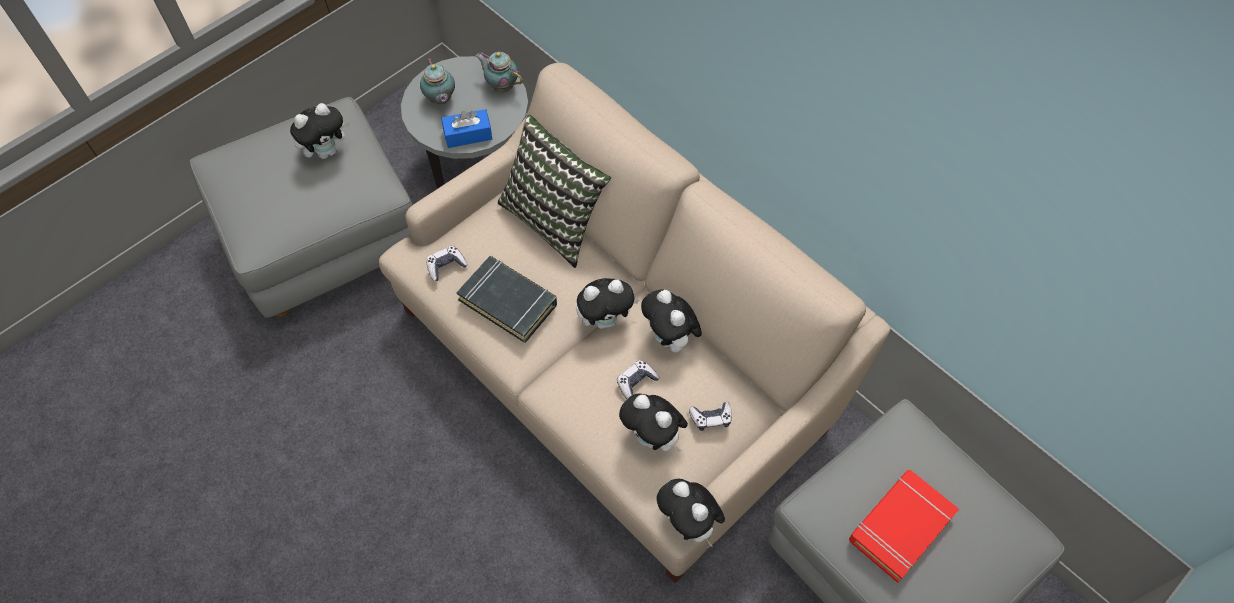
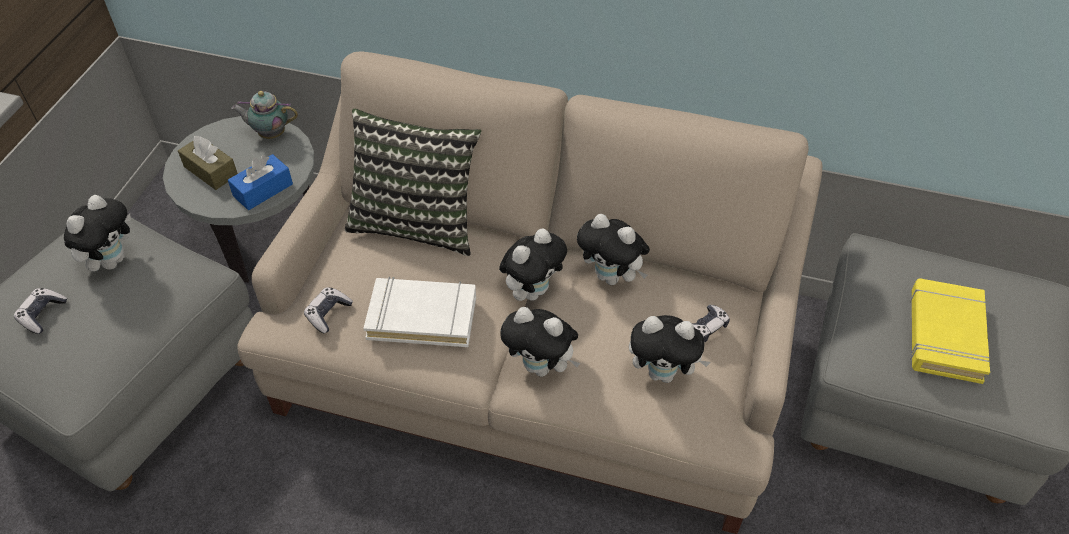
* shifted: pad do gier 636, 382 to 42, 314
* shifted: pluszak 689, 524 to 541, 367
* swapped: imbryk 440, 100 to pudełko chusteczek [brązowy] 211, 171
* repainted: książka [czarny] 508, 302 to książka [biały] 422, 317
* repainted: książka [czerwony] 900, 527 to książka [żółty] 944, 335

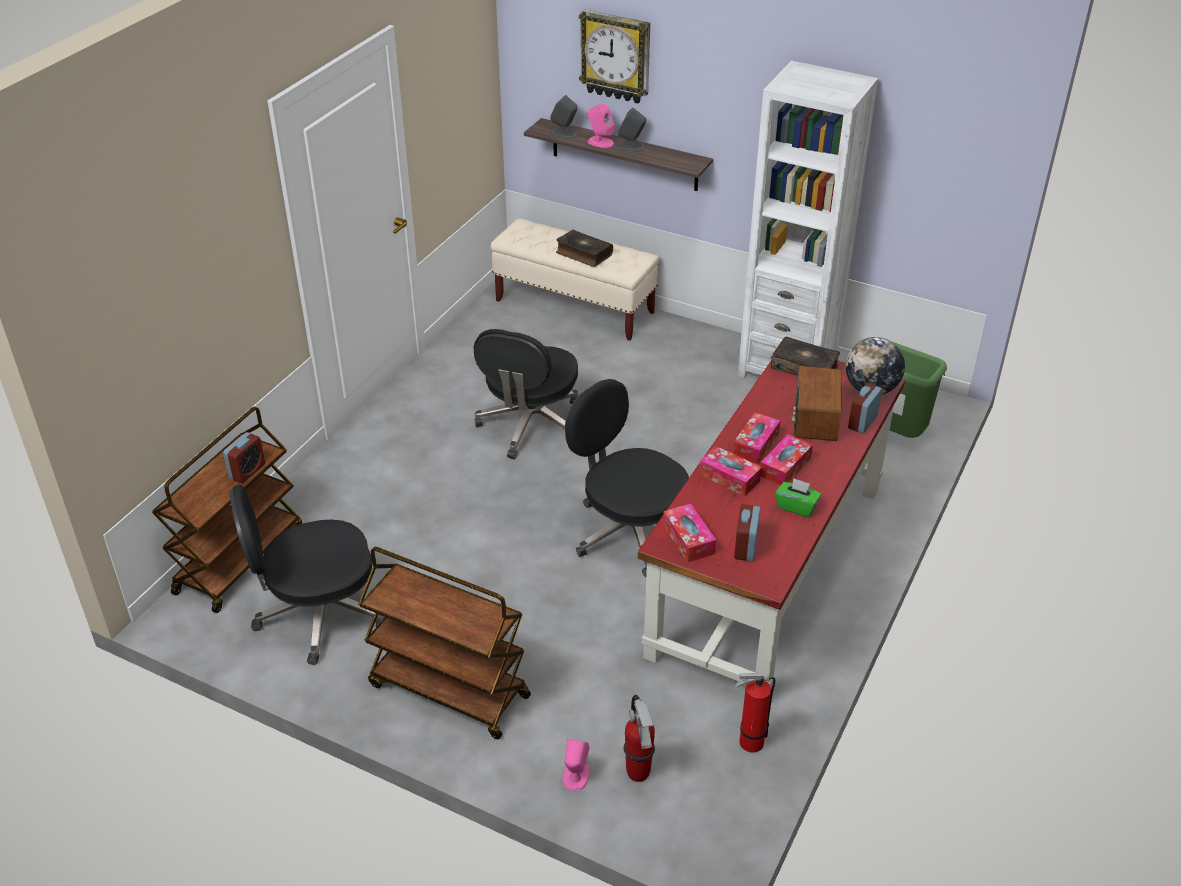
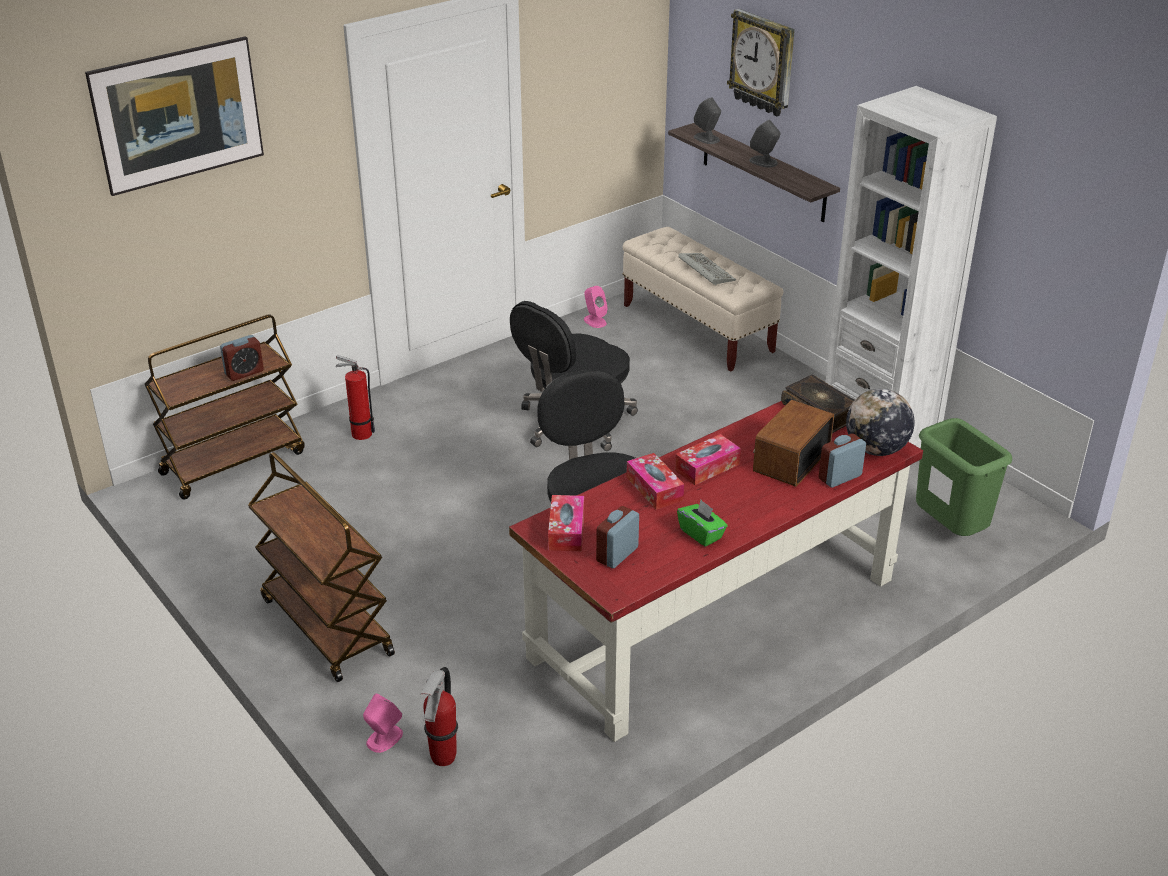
* gone: krzesło biurowe [czarny] 318, 614
* gone: pudełko chusteczek 785, 467
* new: obraz 183, 144
* shifted: głośnik [różowy] 600, 142 to 594, 321
* shifted: gaśnica 748, 743 to 359, 433
* swapped: książka 583, 254 to klawiatura 704, 270

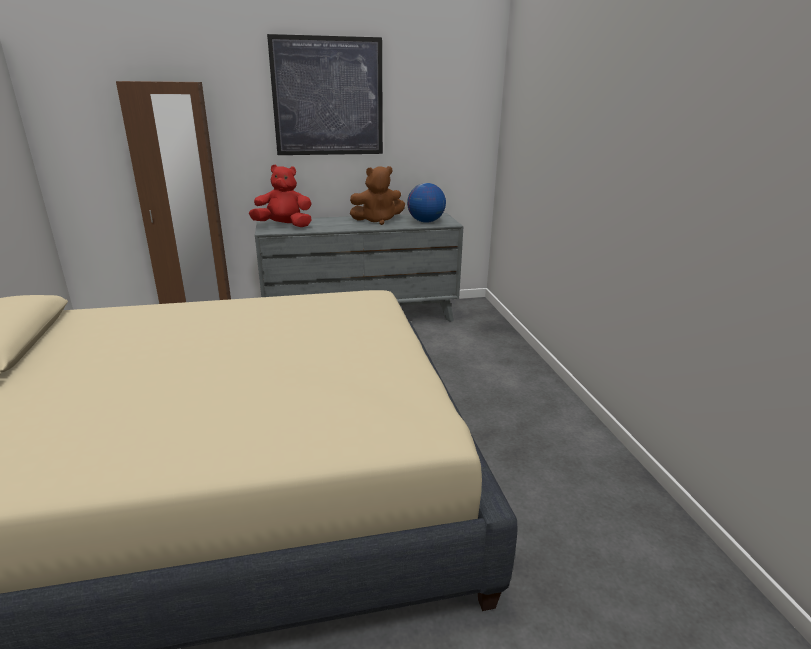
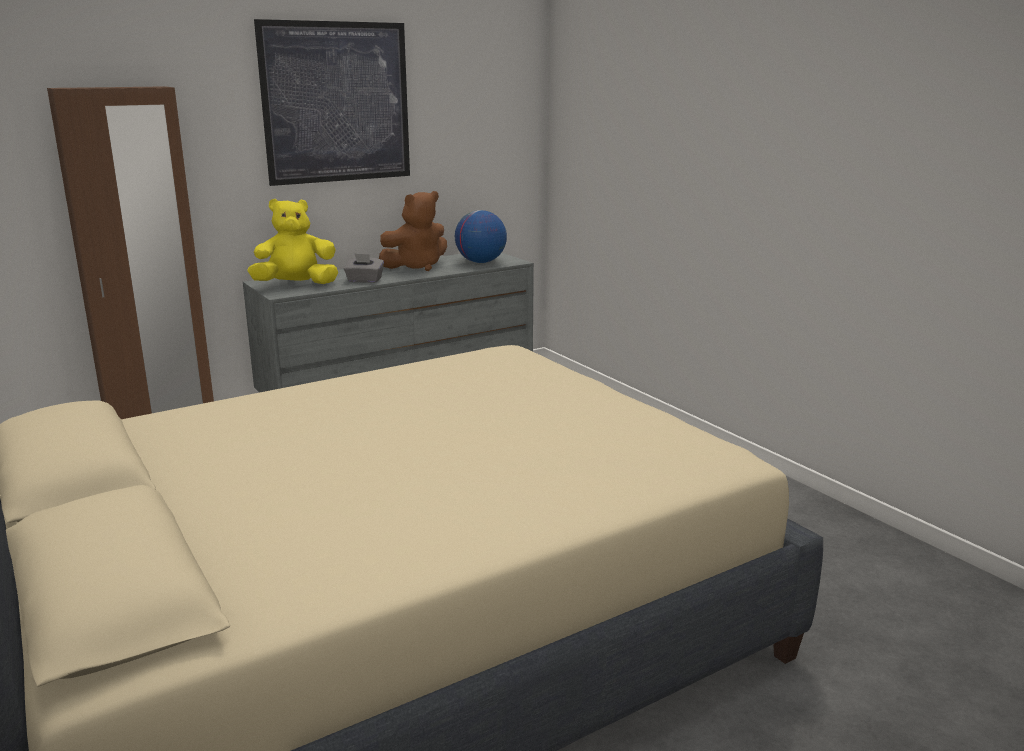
* new: pudełko chusteczek [szary] 364, 280
* repainted: pluszak [czerwony] 284, 226 to pluszak [żółty] 296, 285

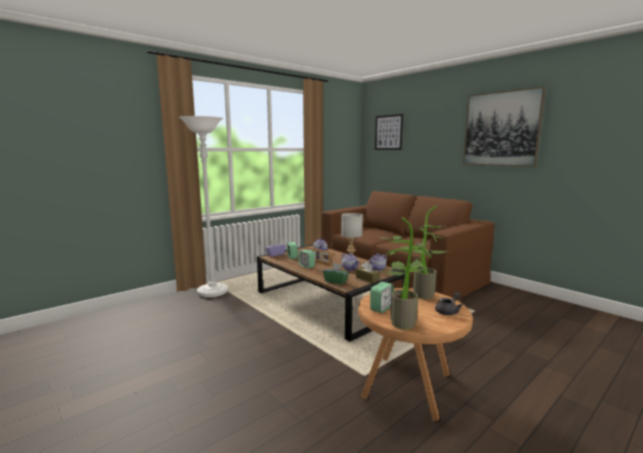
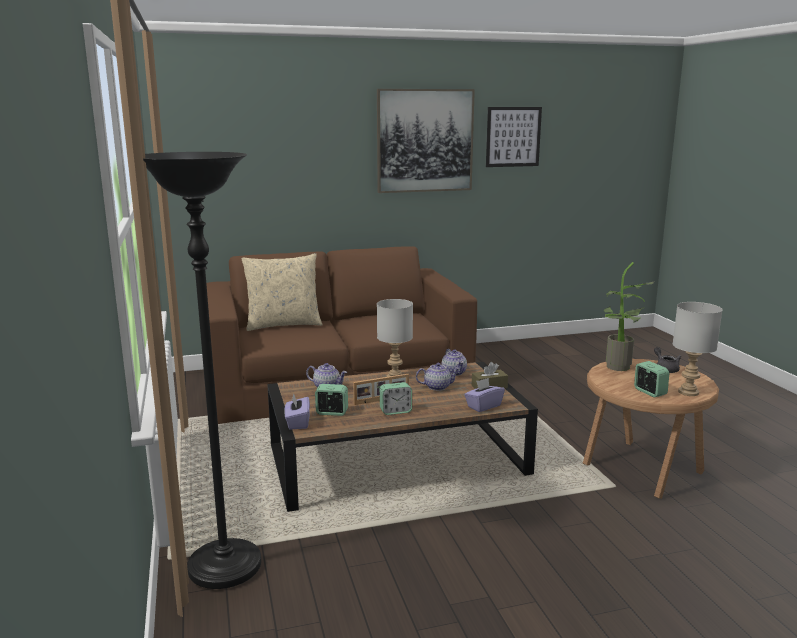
* new: poduszka [beżowy] 283, 324
* shifted: obraz 388, 132 to 513, 137
* swapped: roślina doniczkowa 402, 322 to lampa stołowa [szary] 687, 392
* repainted: lampa stojąca [biały] 212, 292 to lampa stojąca [czarny] 225, 567
* repainted: pudełko chusteczek [zielony] 335, 281 to pudełko chusteczek [fioletowy] 483, 406

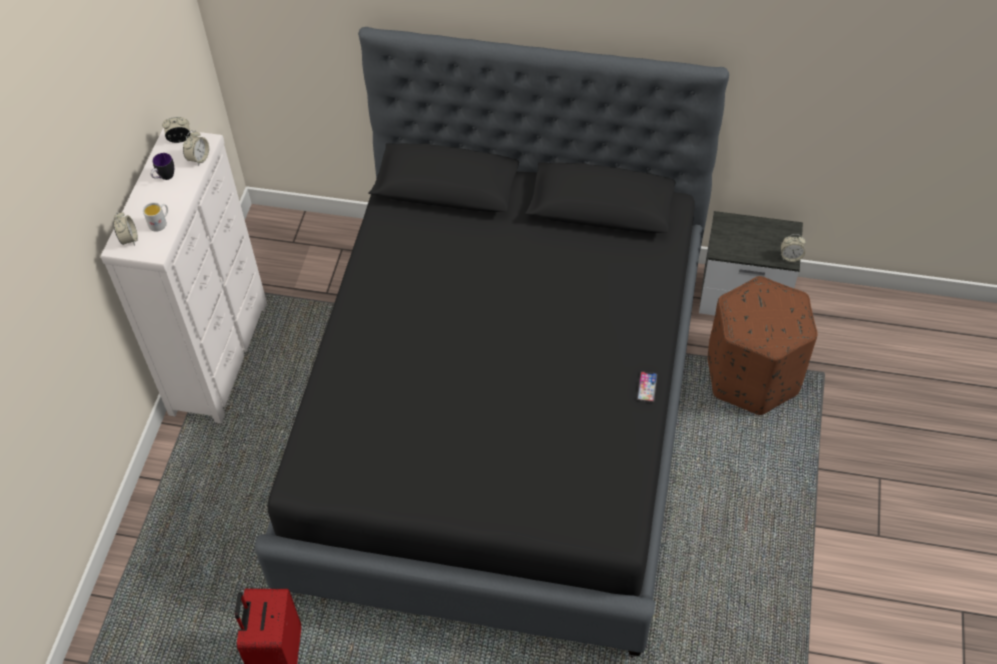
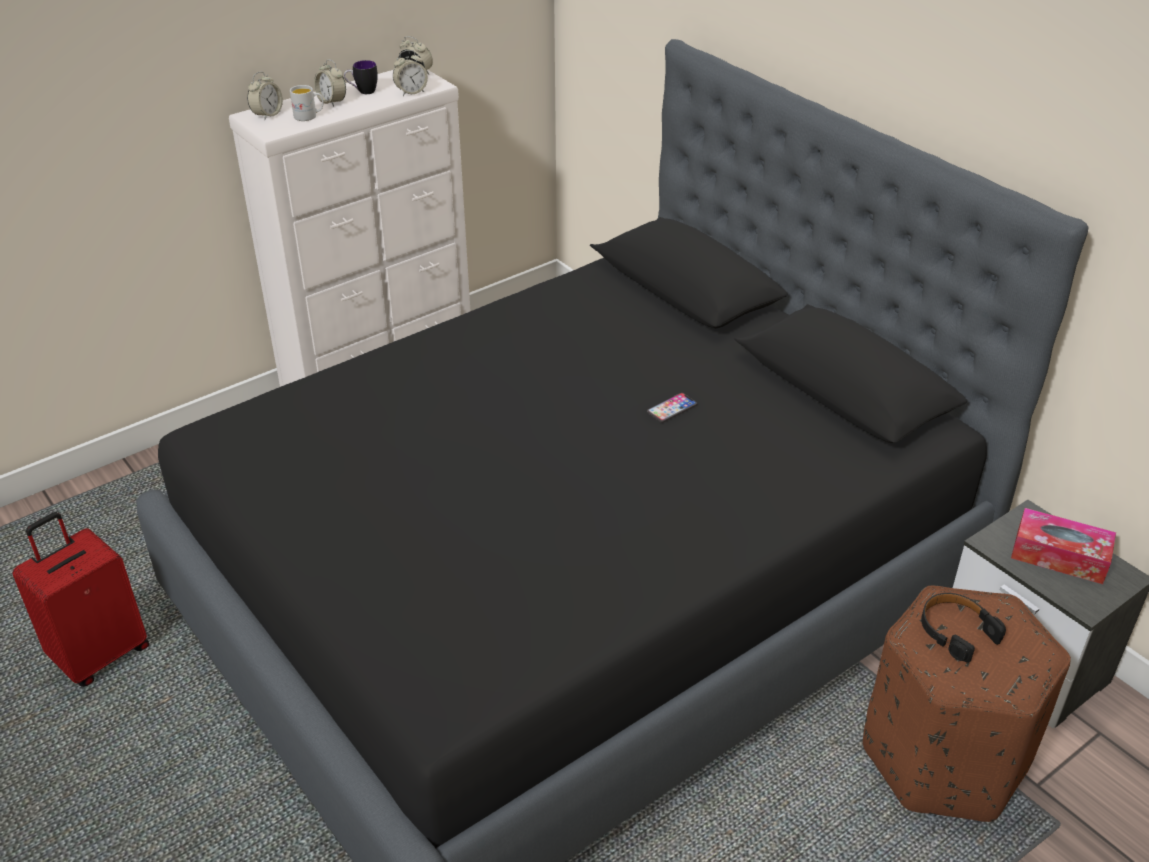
* new: słuchawki [czarny] 956, 631
* new: pudełko chusteczek 1059, 556
* shifted: telefon 647, 387 to 672, 408
* shifted: budzik 790, 257 to 332, 102

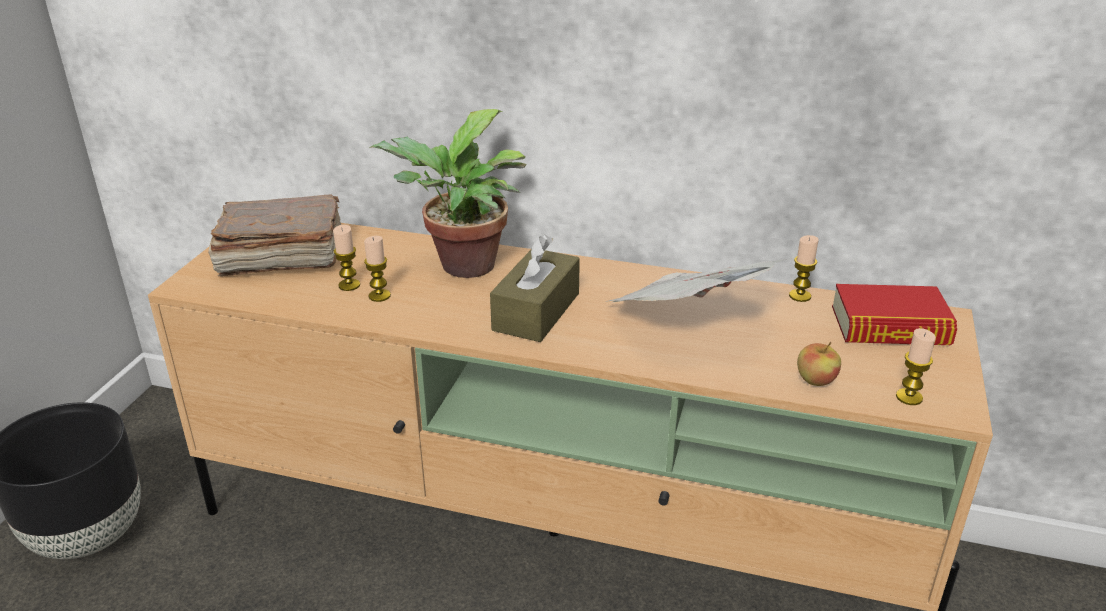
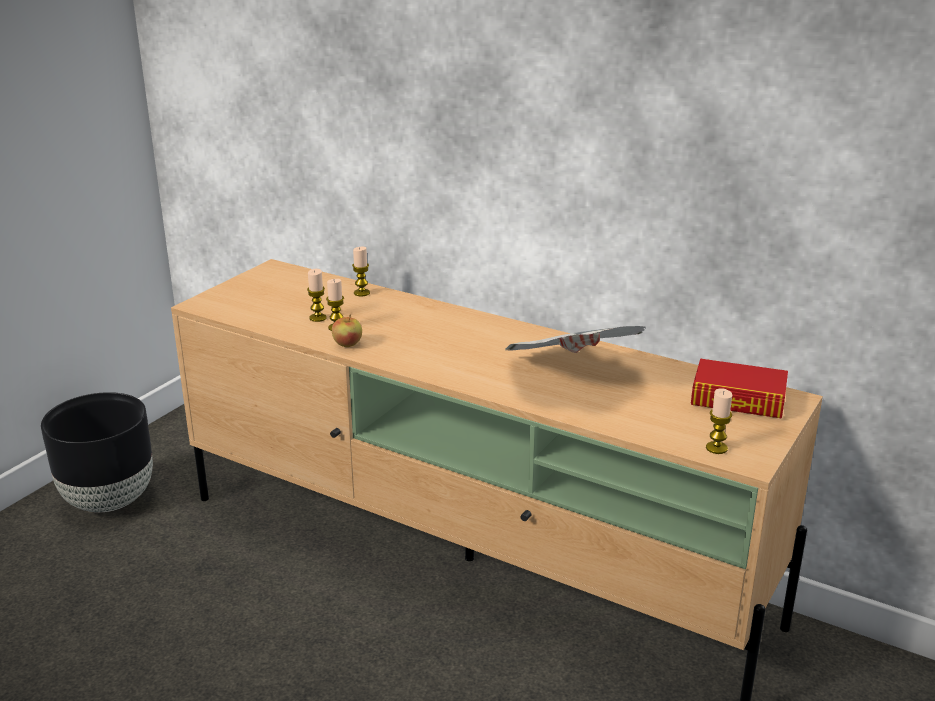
* gone: książka [brązowy] 280, 257
* gone: roślina doniczkowa 462, 268
* gone: pudełko chusteczek [brązowy] 536, 312
* shifted: świeca 800, 296 to 361, 293
* shifted: jabłko 815, 380 to 347, 344

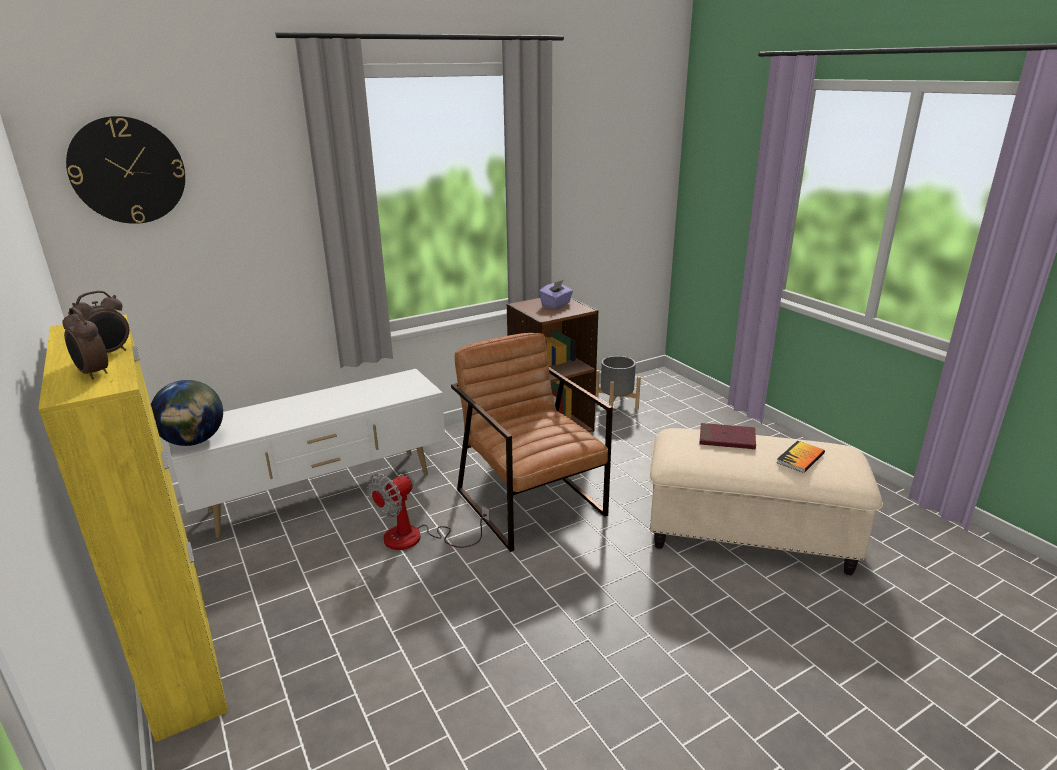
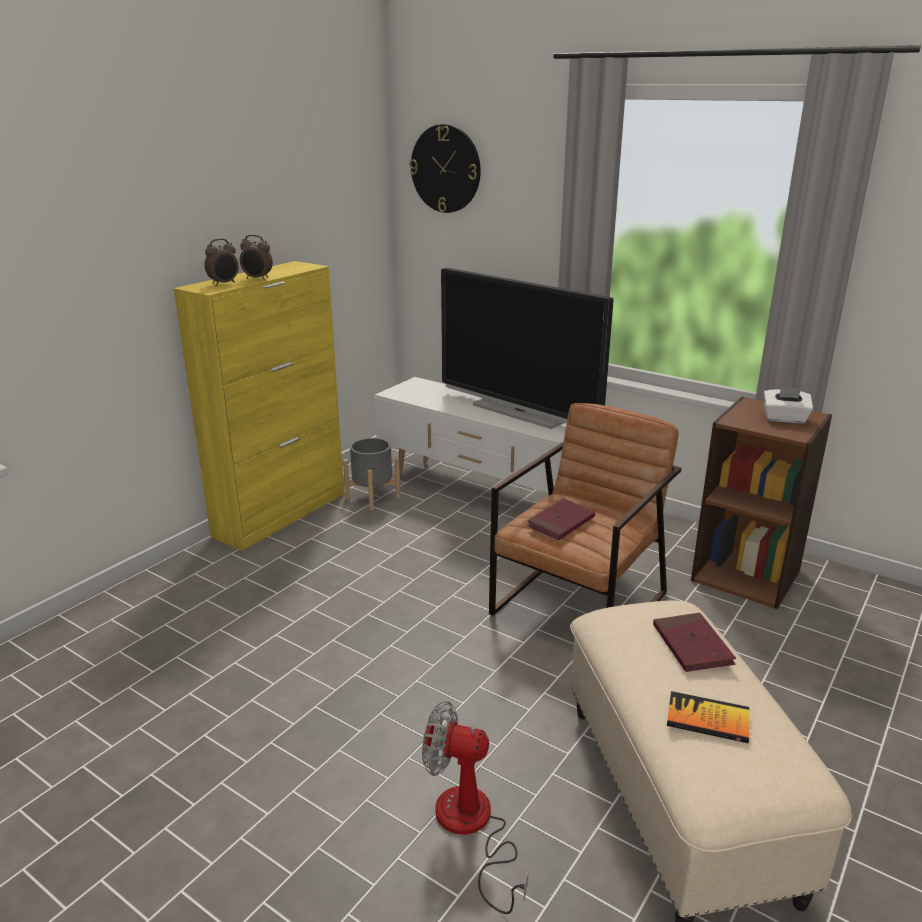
* gone: globus 194, 441
* new: telewizor 520, 412
* new: książka [czerwony] 561, 522
* shifted: wentylator 416, 538 to 471, 828
* shifted: donica [szary] 616, 406 to 372, 498
* repainted: pudełko chusteczek [fioletowy] 556, 304 to pudełko chusteczek [biały] 784, 419
* rotated: budzik 93, 374 = 224, 283 150 degrees counterclockwise

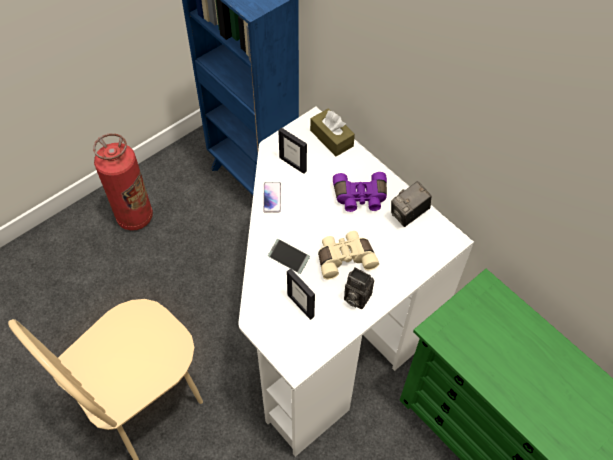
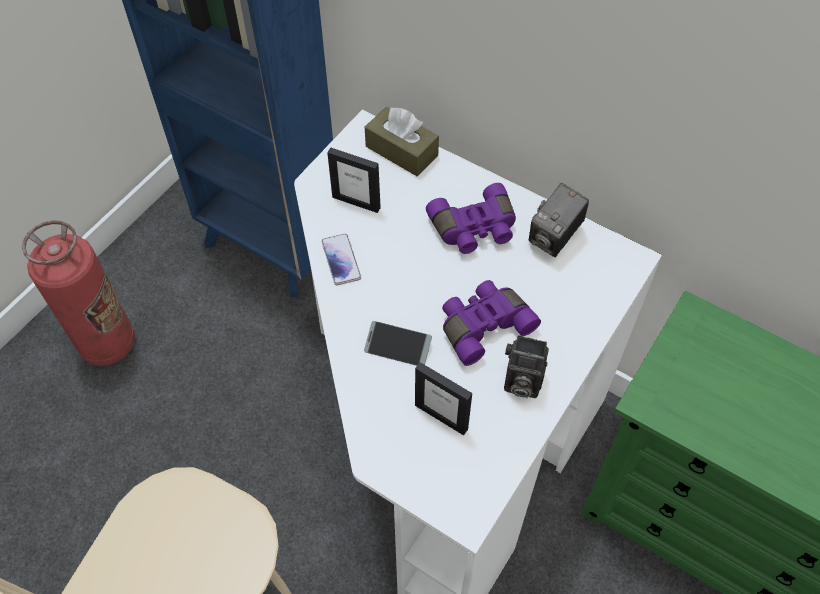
* repainted: lornetka [beżowy] 345, 258 to lornetka [fioletowy] 483, 326

